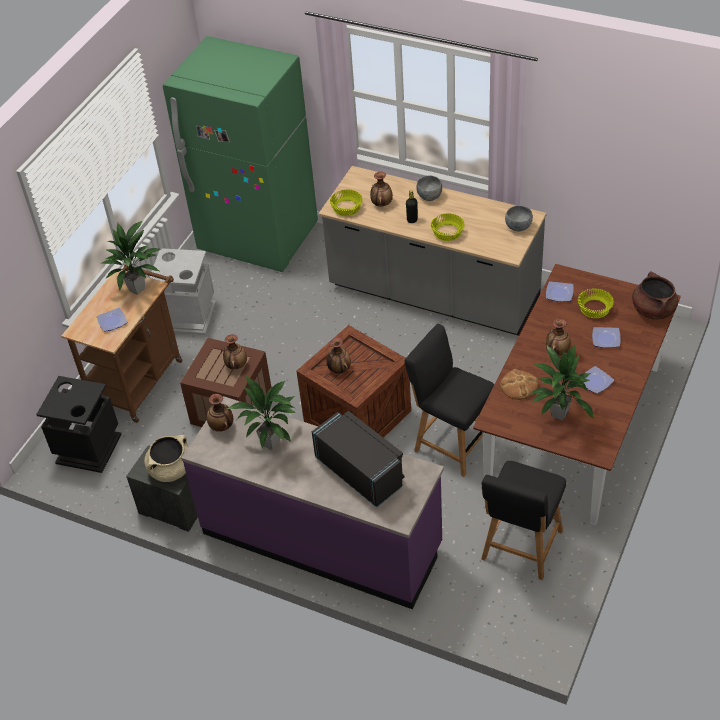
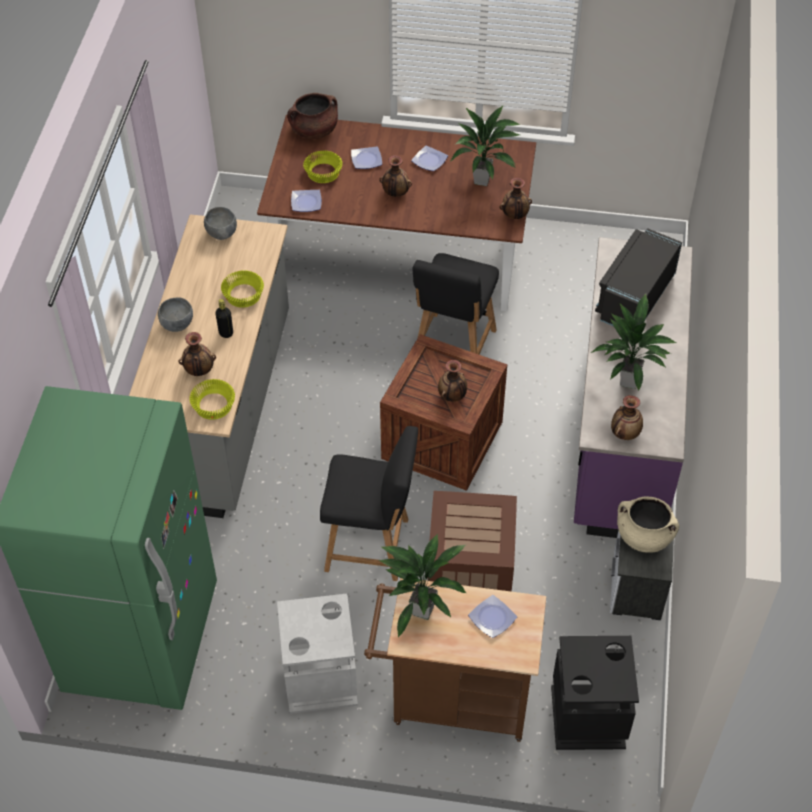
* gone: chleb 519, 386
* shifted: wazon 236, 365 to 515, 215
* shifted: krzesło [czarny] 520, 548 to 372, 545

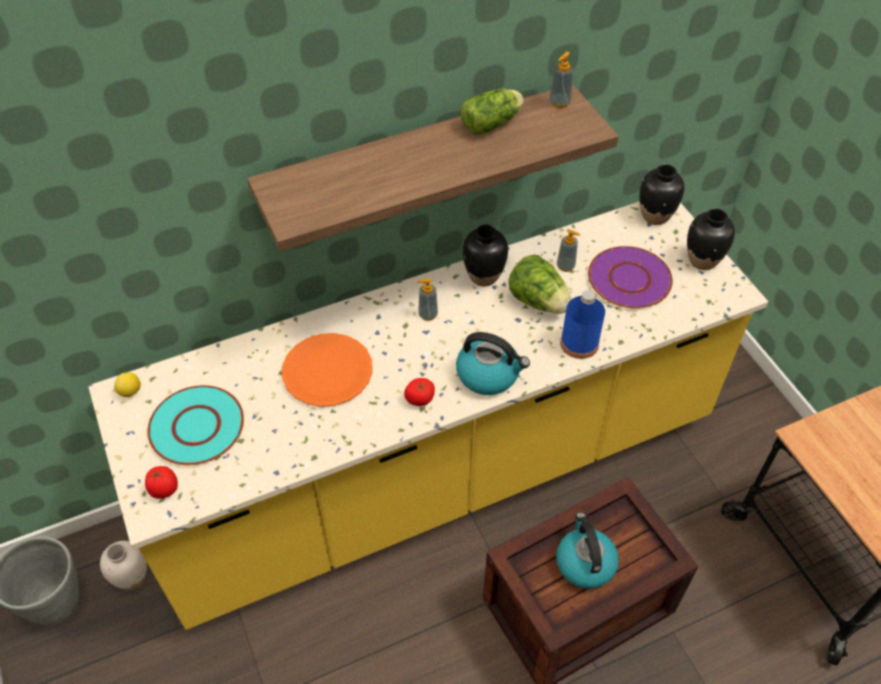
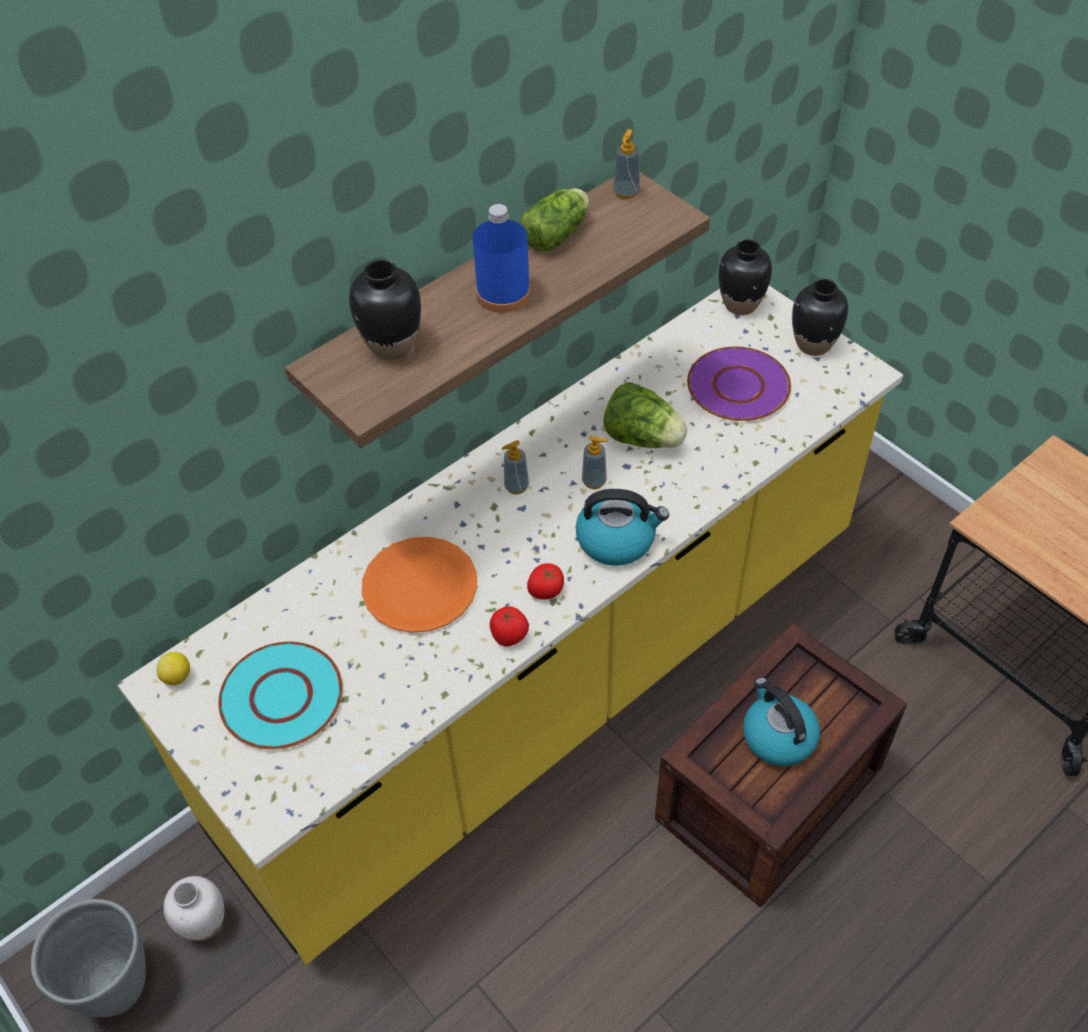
* shifted: pomidor 165, 490 to 509, 637
* shifted: wazon [czarny] 483, 276 to 391, 345
* shifted: dozownik mydła 565, 266 to 594, 481
* shifted: butelka [niebieski] 579, 343 to 503, 294

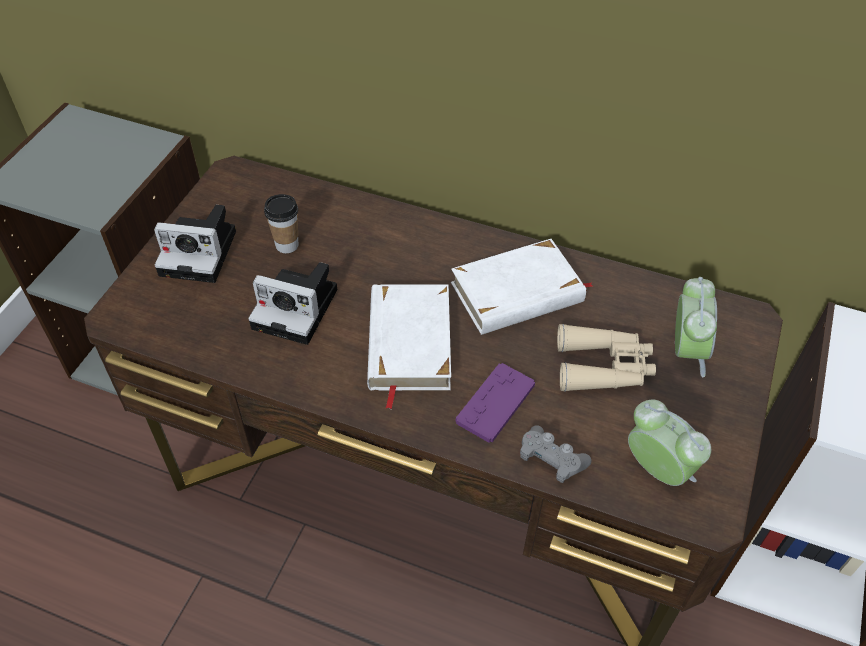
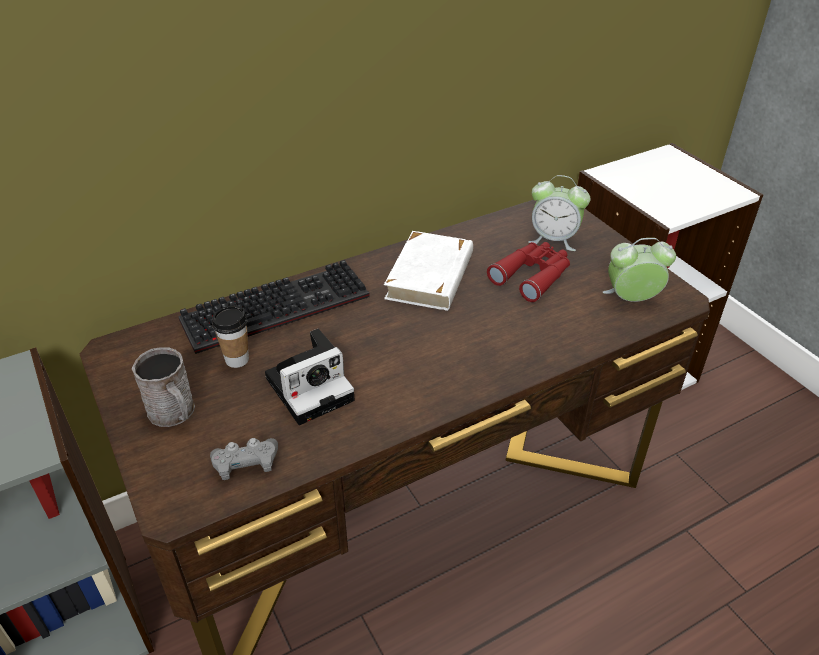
* gone: książka [biały] 408, 343
* gone: pad do gier [fioletowy] 495, 403
* new: klawiatura 278, 306
* shifted: pad do gier [szary] 551, 459 to 246, 464
* swapped: aparat fotograficzny 202, 252 to kubek [szary] 174, 413
* repainted: lornetka [beżowy] 604, 367 to lornetka [czerwony] 532, 276
* rotated: budzik 686, 350 = 554, 239 150 degrees clockwise

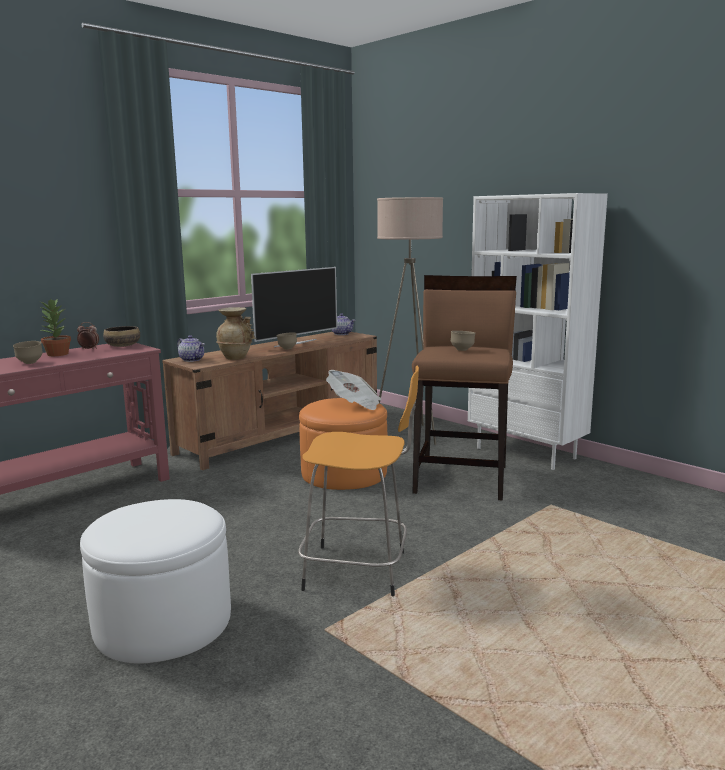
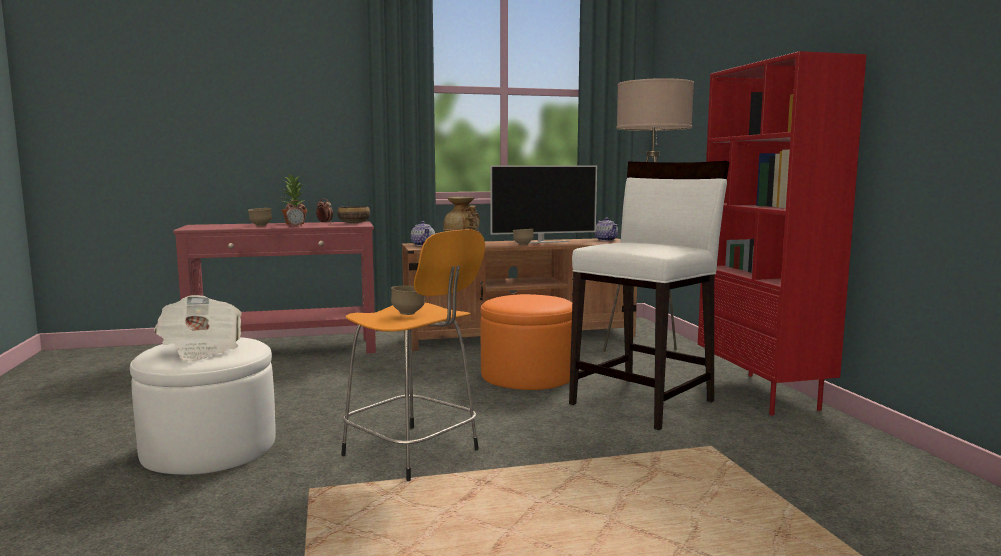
* new: budzik 296, 226
* shifted: gazeta 354, 404 to 201, 349
* shifted: miska [brązowy] 462, 350 to 408, 314
* repainted: stołek [brązowy] 462, 478 to stołek [biały] 644, 402
* repainted: regał [biały] 527, 453 to regał [czerwony] 762, 393

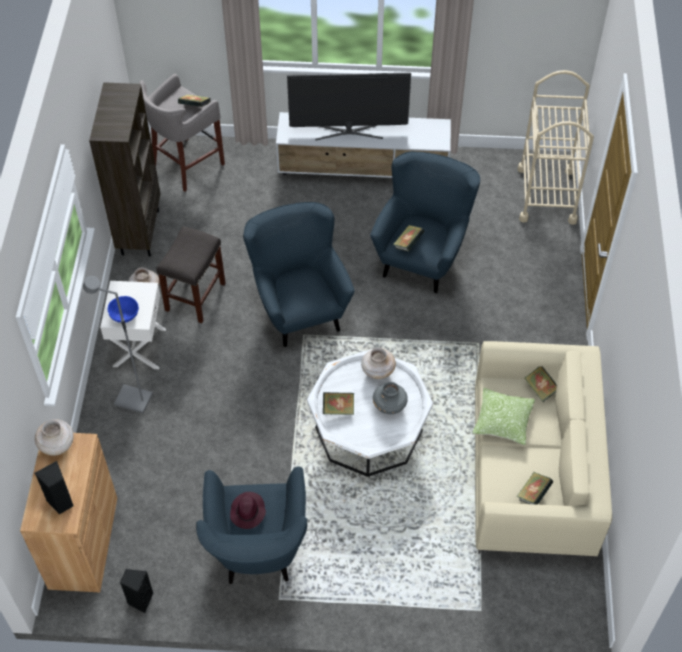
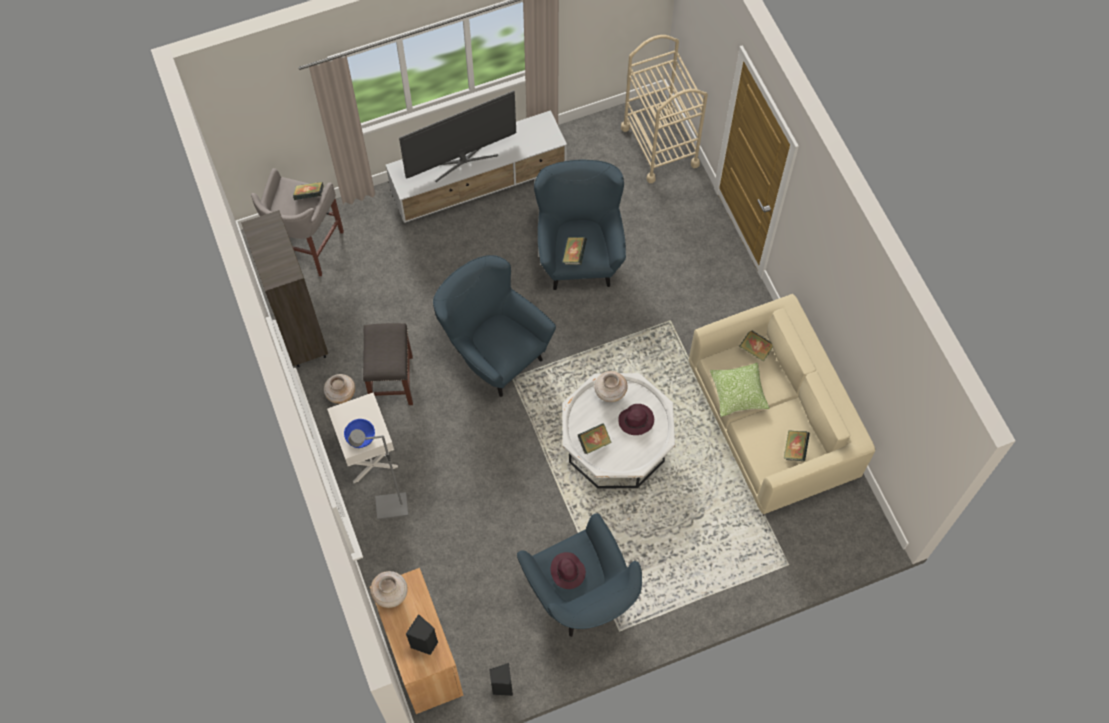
* swapped: wazon [szary] 389, 405 to kapelusz [fioletowy] 636, 420

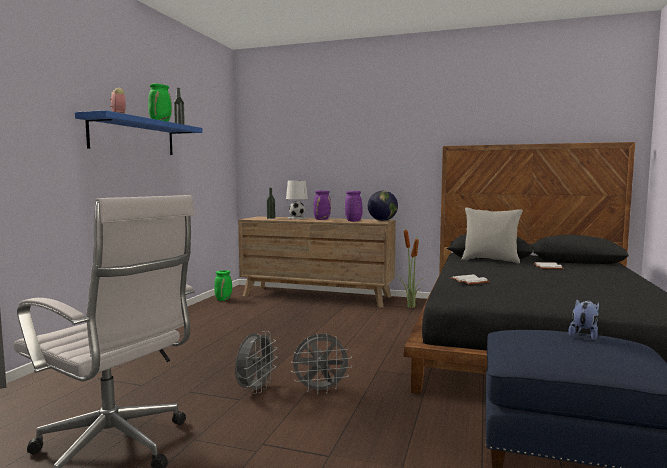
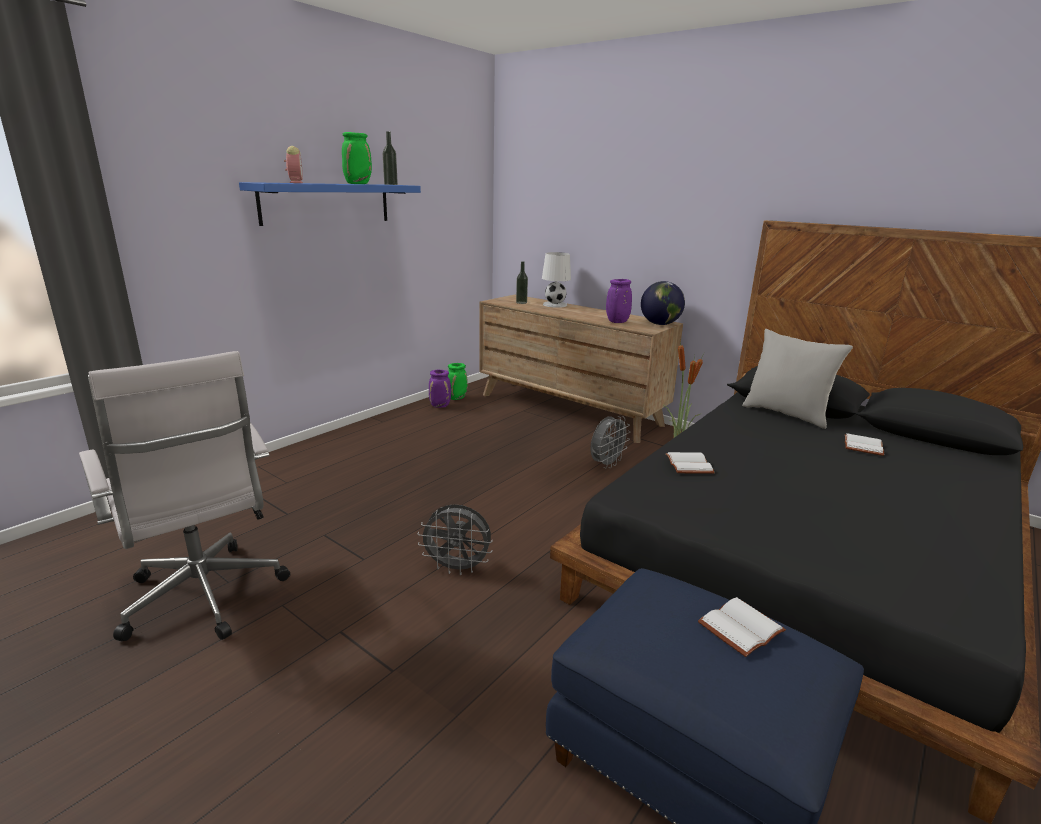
* shifted: wentylator [szary] 255, 390 to 606, 464
* shifted: wazon [fioletowy] 322, 219 to 440, 406
* swapped: pluszak 584, 335 to książka [biały] 739, 626

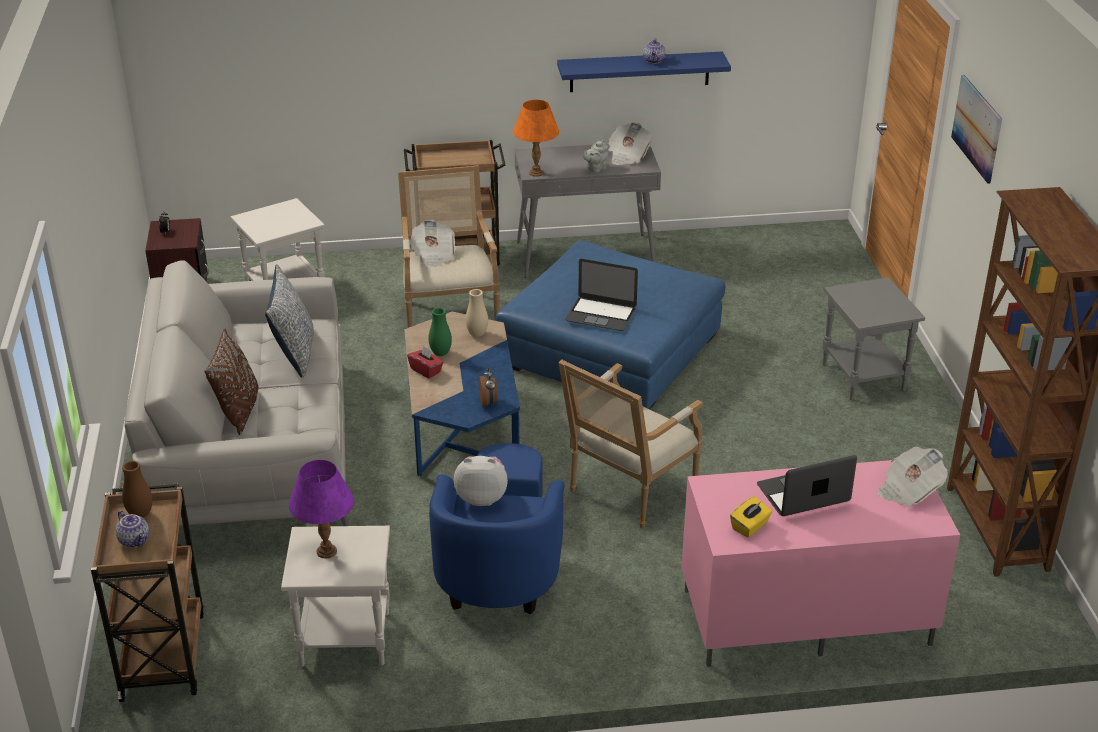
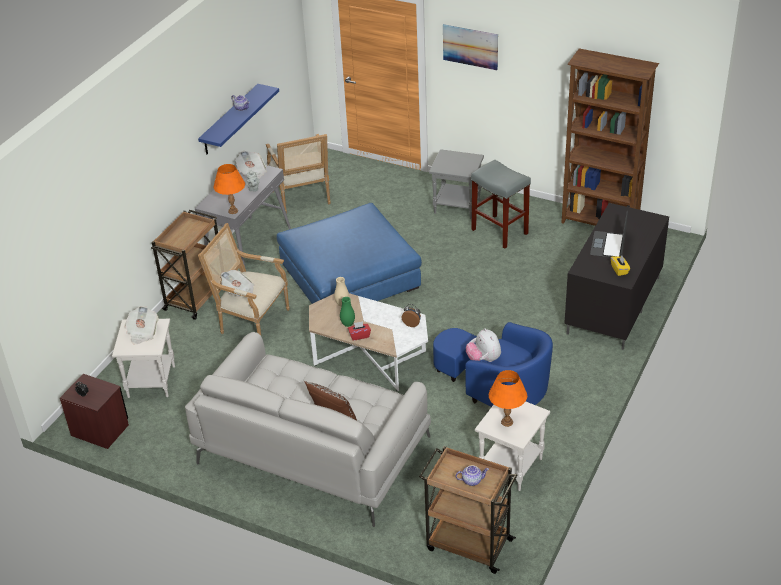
* gone: wazon [brązowy] 140, 514
* gone: poduszka 294, 352
* gone: laptop 601, 314
* new: stołek [szary] 500, 232
* shifted: fotel 626, 493 to 303, 199
* shifted: gazeta 908, 490 to 142, 333
* repainted: lampa stołowa [fioletowy] 326, 551 to lampa stołowa [pomarańczowy] 506, 422
* repainted: ława [niebieski] 461, 428 to ława [biały] 369, 359
* repainted: szafka pod telewizor [różowy] 804, 618 to szafka pod telewizor [czarny] 614, 306
* rotated: pluszak 481, 497 = 483, 359 60 degrees counterclockwise

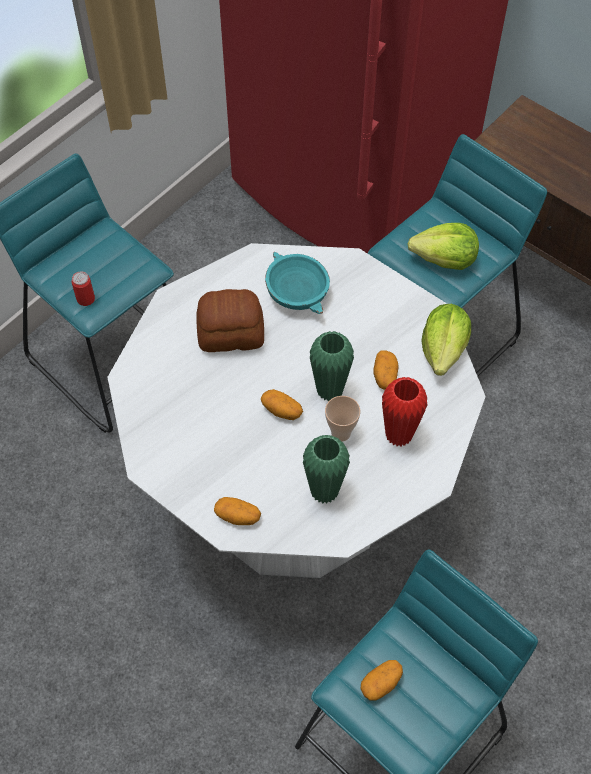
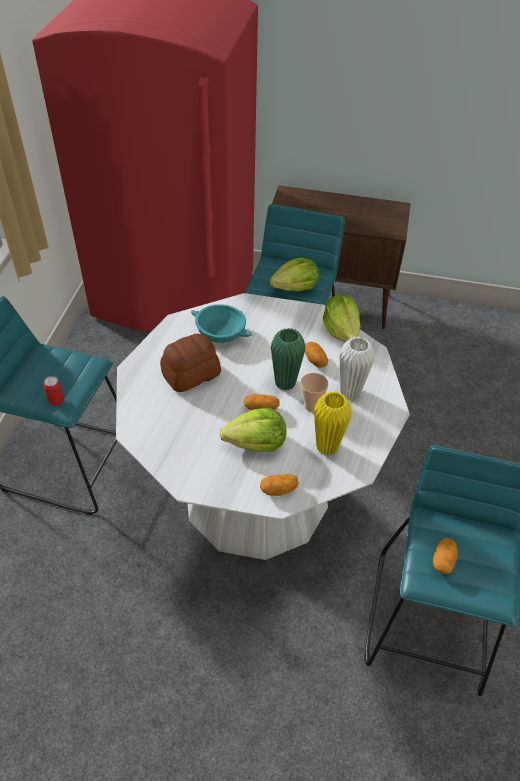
* new: sałata 256, 443
* repainted: wazon [zielony] 324, 491 to wazon [żółty] 327, 447
* repainted: wazon [czerwony] 399, 435 to wazon [biały] 350, 391

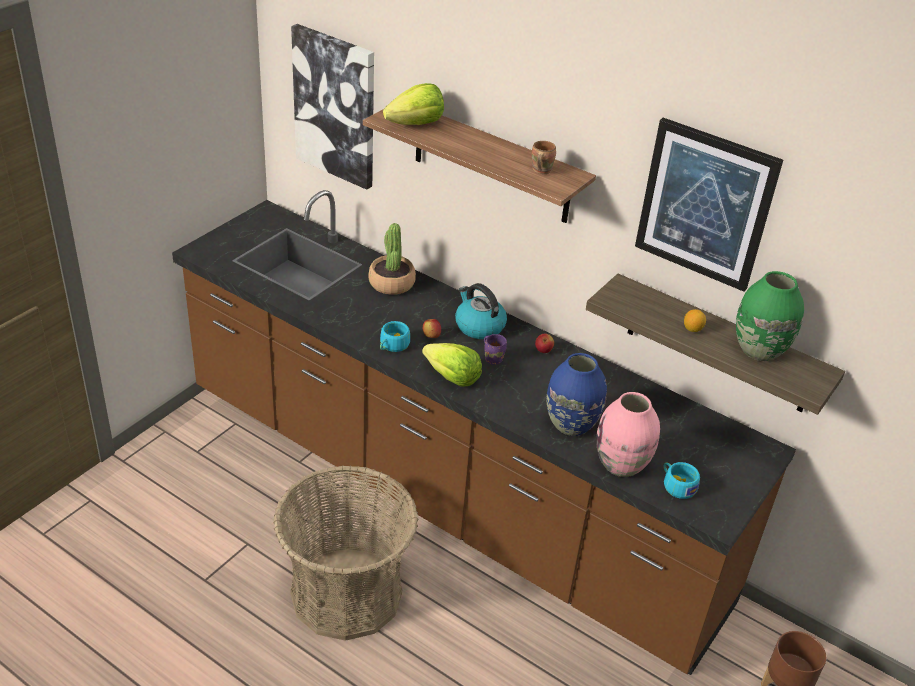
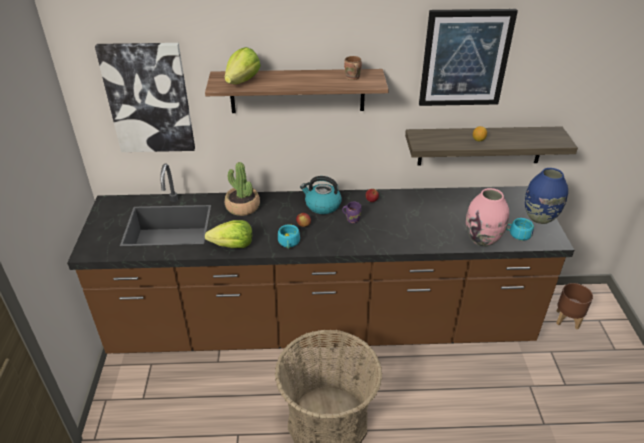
* gone: wazon [zielony] 758, 350
* shifted: sałata 452, 377 to 232, 245
* shifted: wazon [niebieski] 570, 424 to 539, 217

